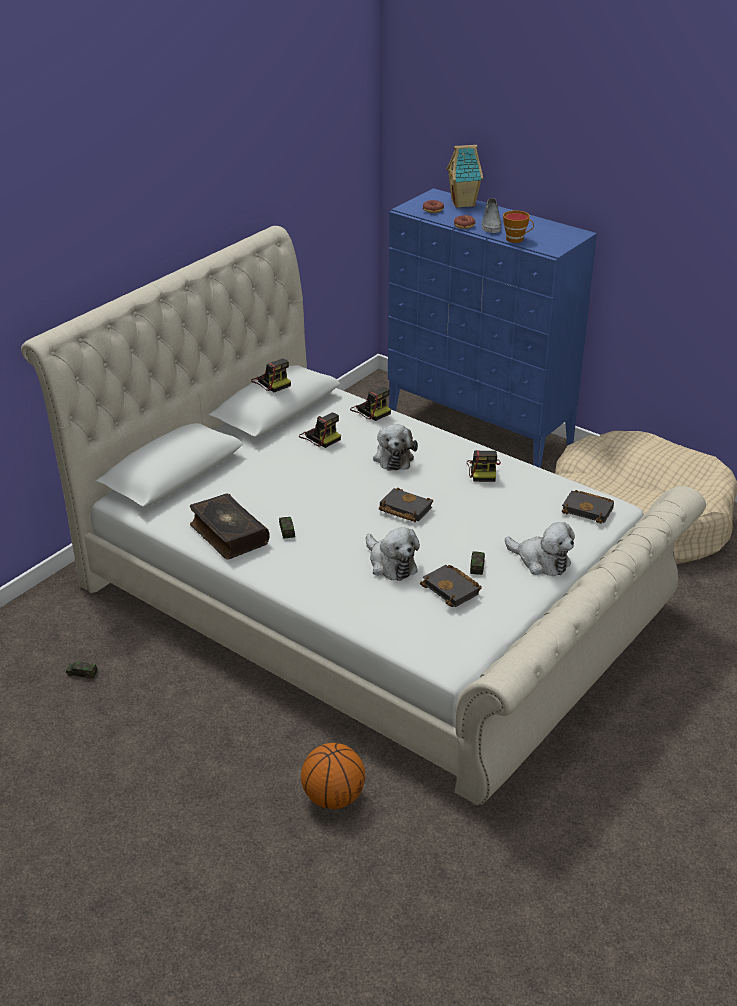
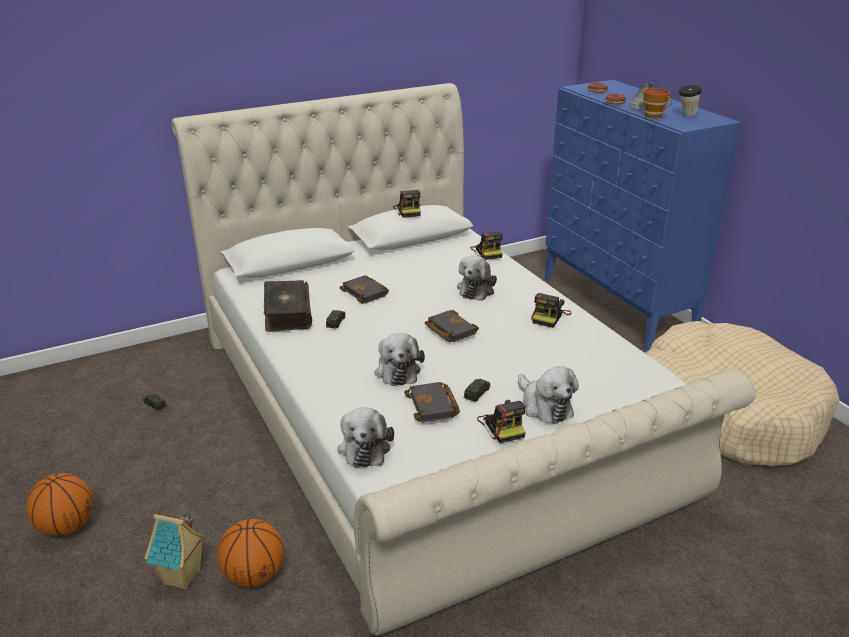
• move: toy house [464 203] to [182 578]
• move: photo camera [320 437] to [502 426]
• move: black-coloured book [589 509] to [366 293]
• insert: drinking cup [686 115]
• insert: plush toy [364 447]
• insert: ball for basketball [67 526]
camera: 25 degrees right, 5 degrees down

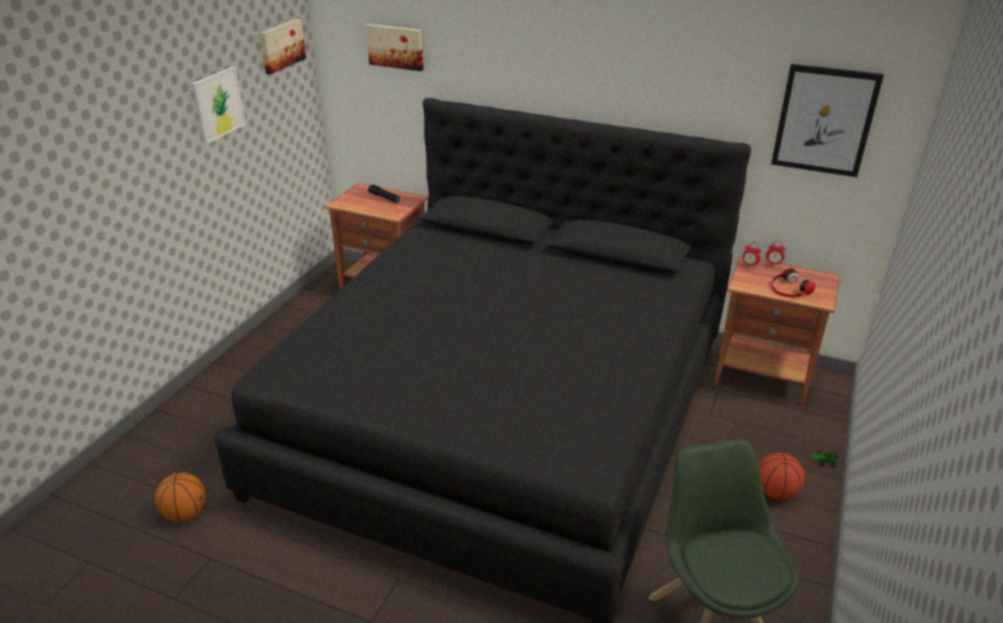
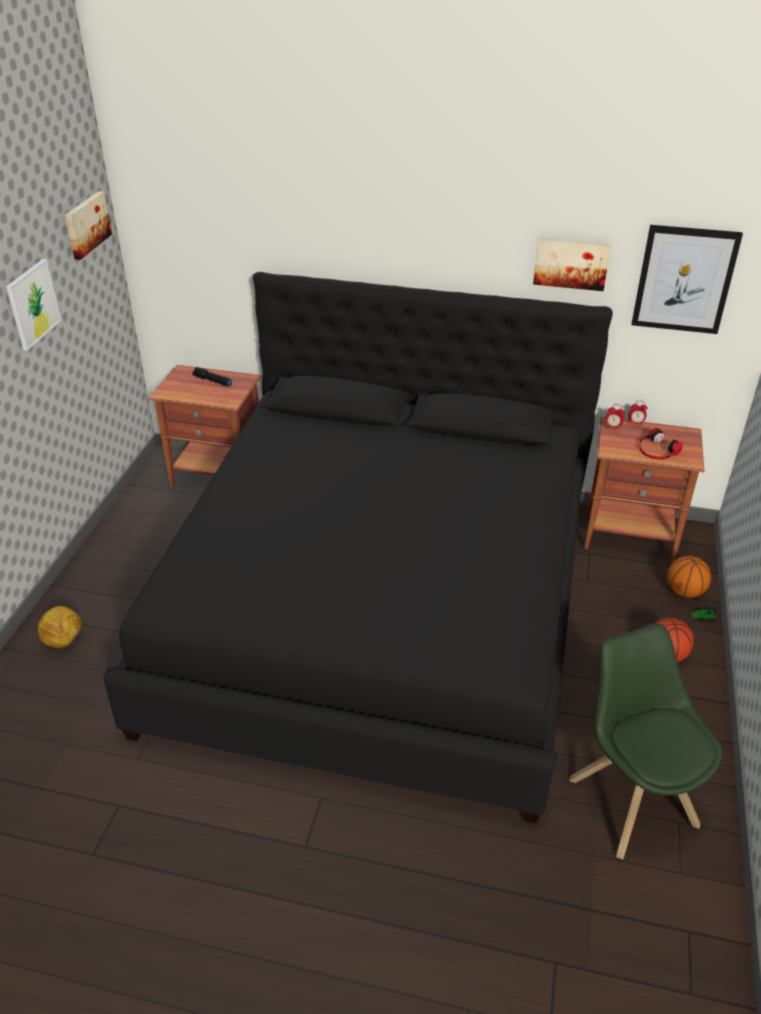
• move: wall picture [396 46] to [571 263]
• move: ball for basketball [185 513] to [684 592]
• insert: ball for football [64 641]
camera: 10 degrees left, 5 degrees up

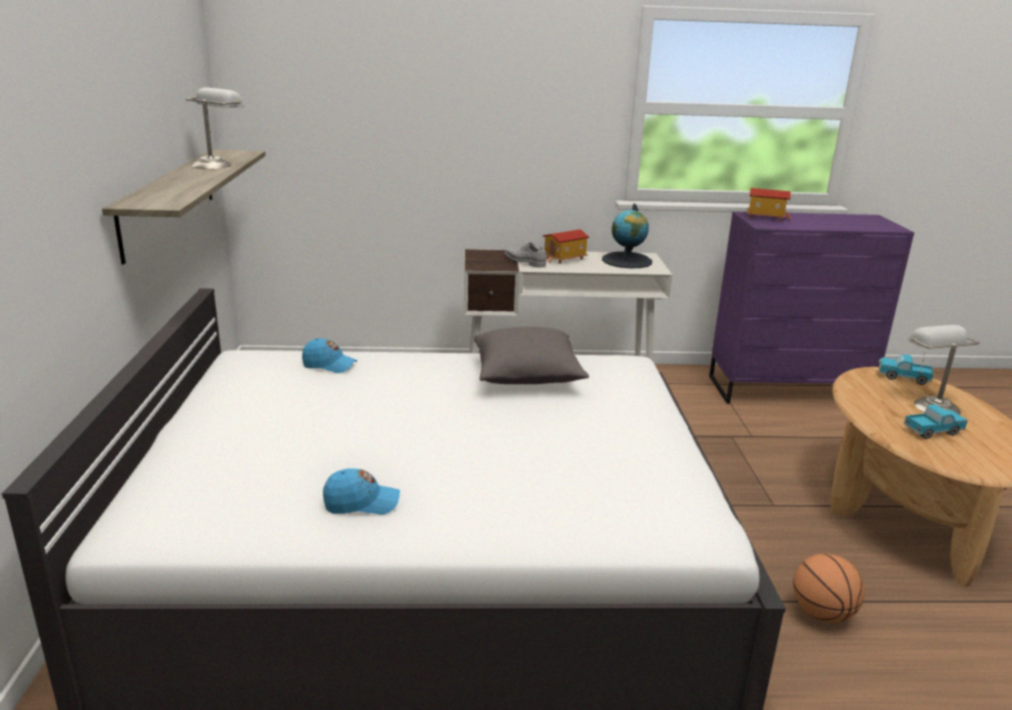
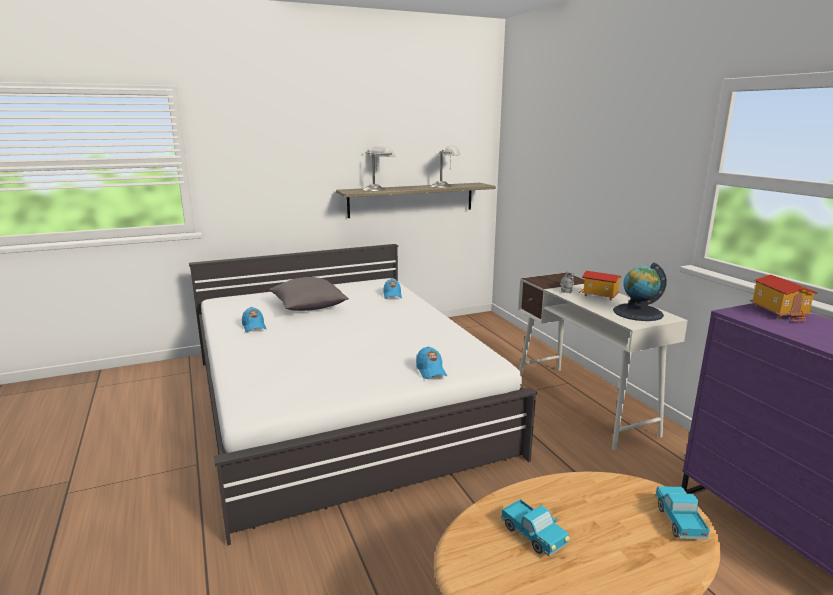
• move: white-coloured tabletop lamp [929 403] to [377 189]
• move: grey throw pillow [527 377] to [308 307]
• delete: ball for basketball [821 614]
• insert: blue-coloured baseball cap [431 371]
camera: 70 degrees right, 5 degrees down

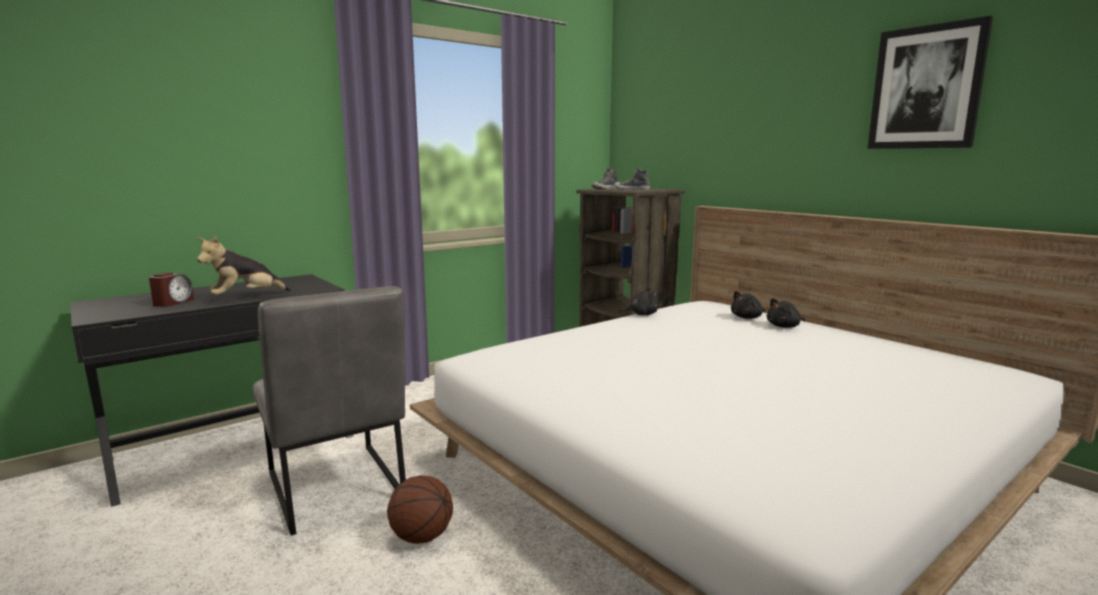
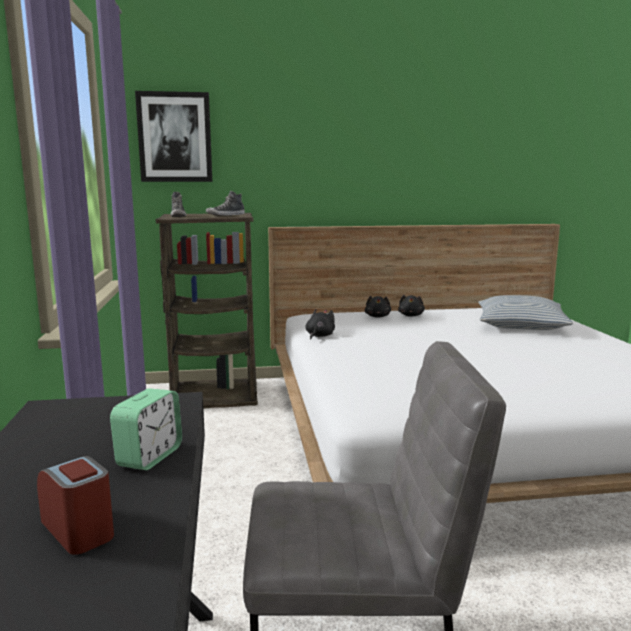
• move: wall picture [926 88] to [175 137]
• replace: plush toy [245 297] to bedside clock [149 457]
• delete: ball for basketball [421 536]
• insert: throw pillow [521 325]
camera: 60 degrees left, 0 degrees up

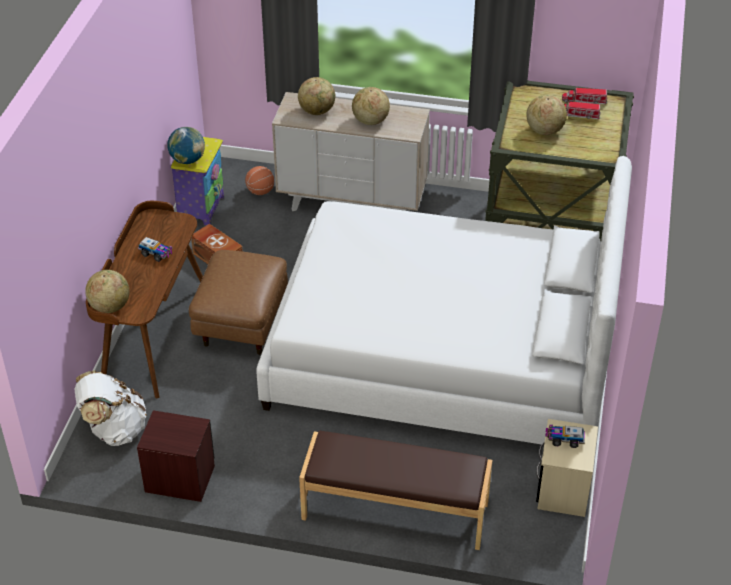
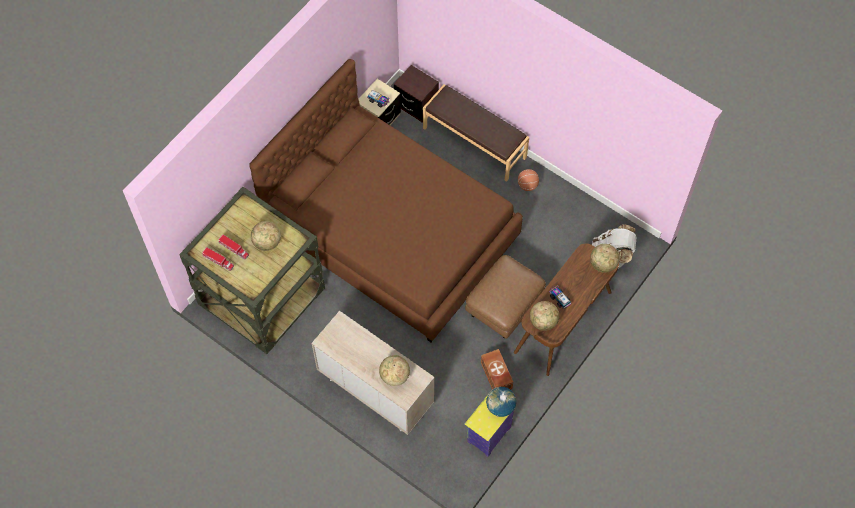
• move: world globe [370 121] to [543 322]
• recolor: white-coloured sleeping bed [442 355] to brownish sleeping bed [391 231]
• move: ball for basketball [260 191] to [527 185]
• move: brownish bedside table [180 478] to [416 105]
camera: 155 degrees left, 20 degrees up

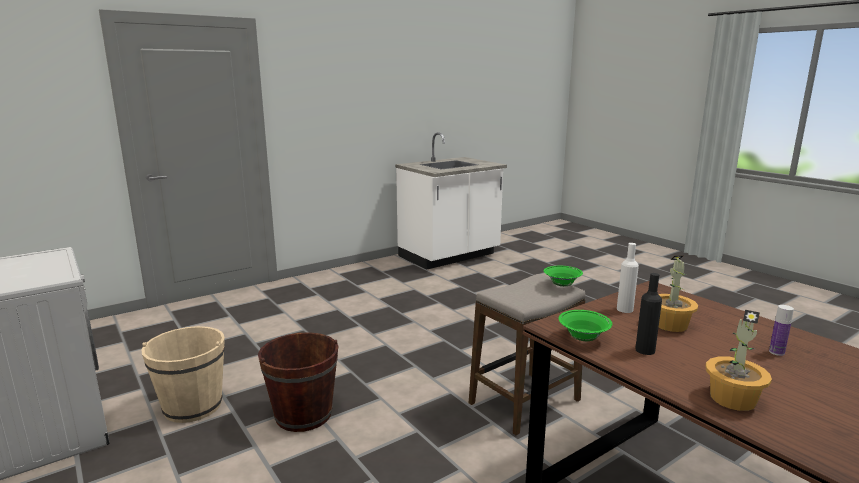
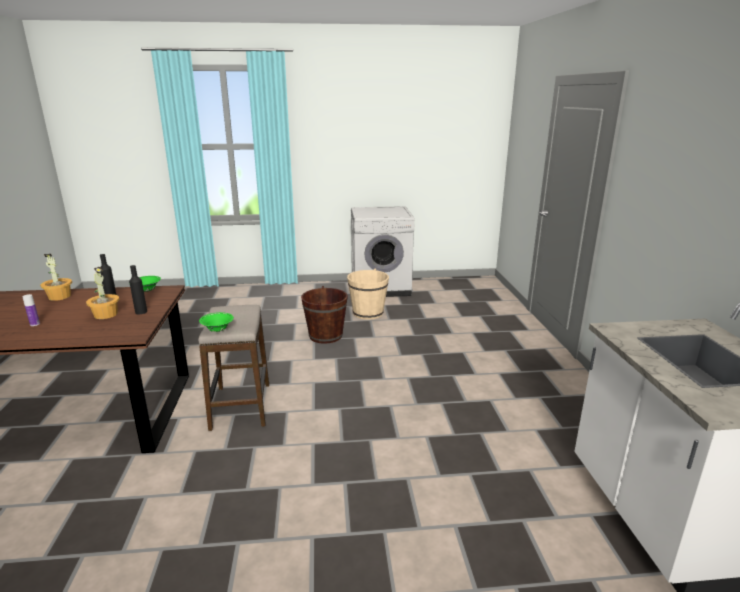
• recolor: white-coloured bottle [624 309] to black-coloured bottle [141 312]
camera: 120 degrees right, 5 degrees up

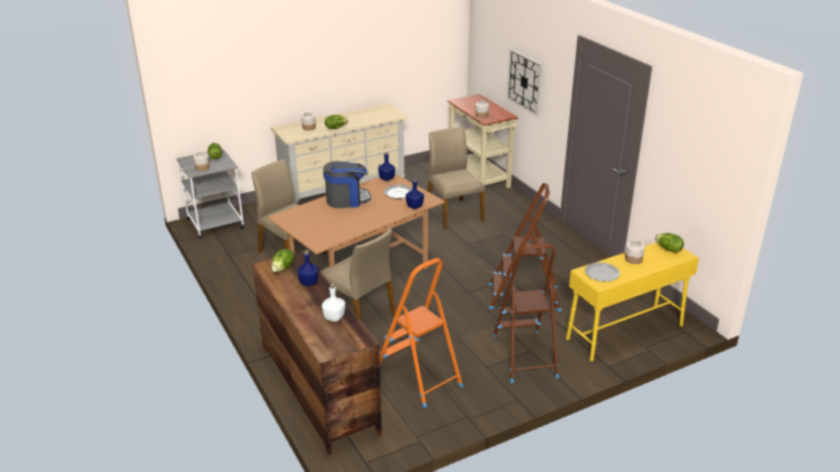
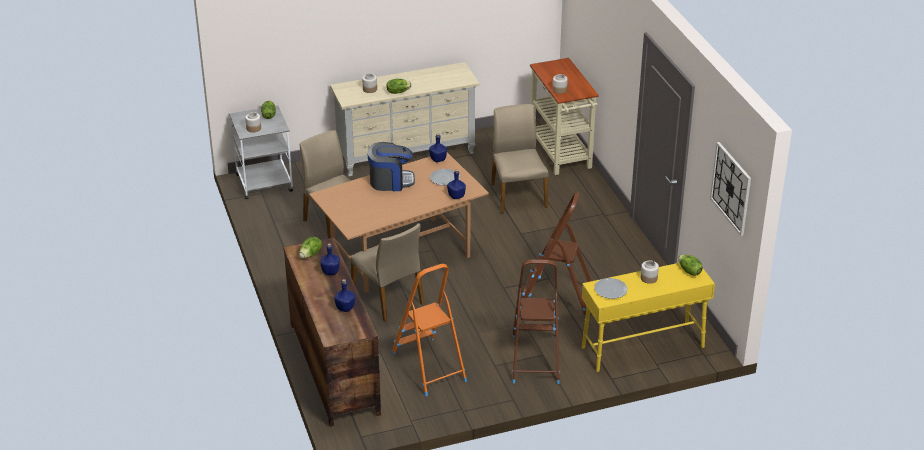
• move: hanging clock [525 82] to [731 188]
• recolor: white-coloured bottle [334 317] to blue-coloured bottle [345 308]
camera: 10 degrees right, 5 degrees up

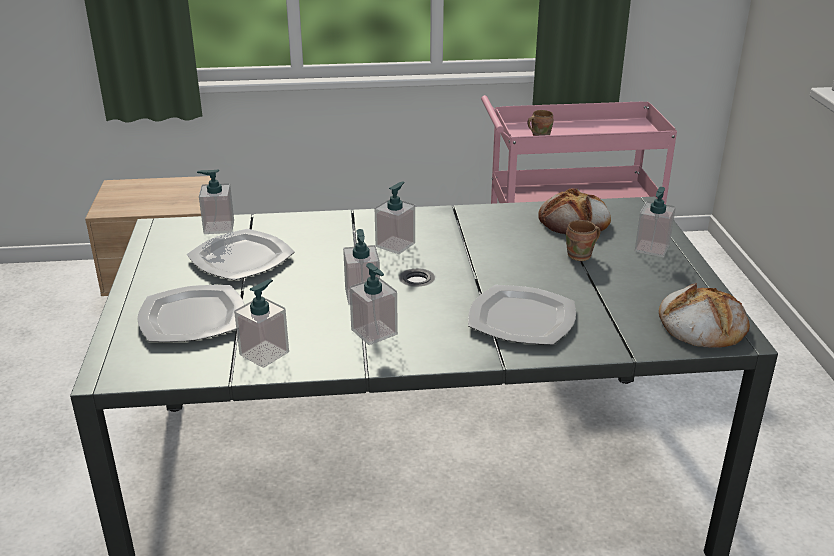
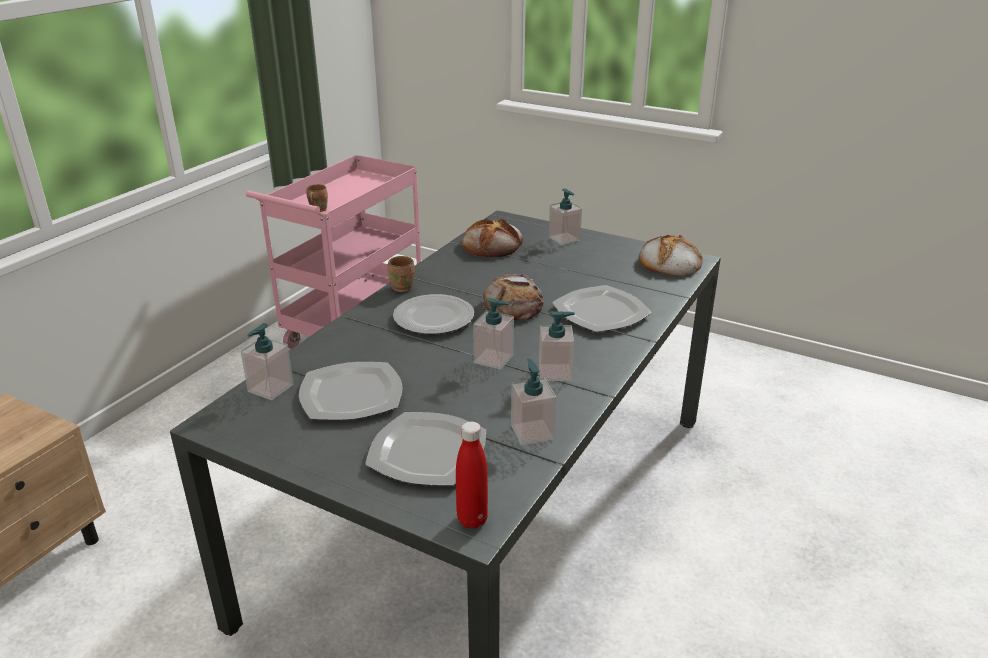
• replace: soap bottle [395 245] to plate [433 318]
• move: brownish tea mug [581 256] to [403 287]
• insert: bread [514 305]
• insert: reddish bottle [472 519]
camera: 55 degrees left, 0 degrees up

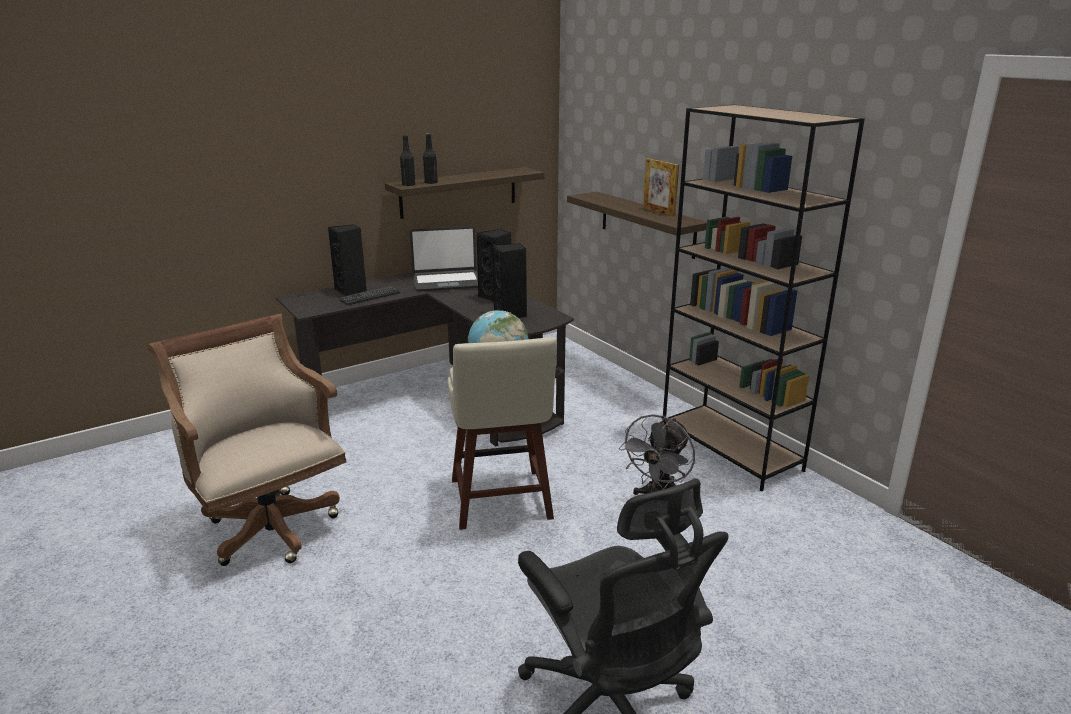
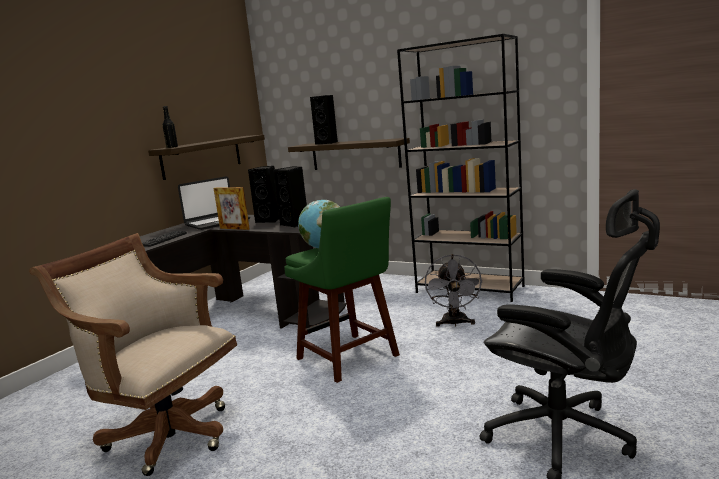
• delete: black-coloured bottle [431 183]
• move: photo frame [658 211] to [234 228]
• move: black-coloured audio speaker [351 291] to [328 143]
• recolor: beige-coloured stool [500 502] to green-coloured stool [349 358]
camera: 25 degrees left, 10 degrees down

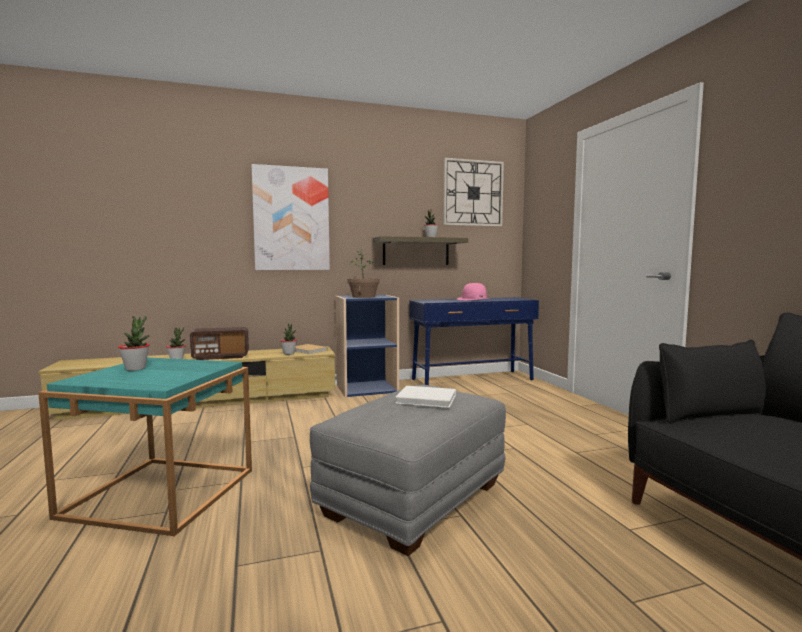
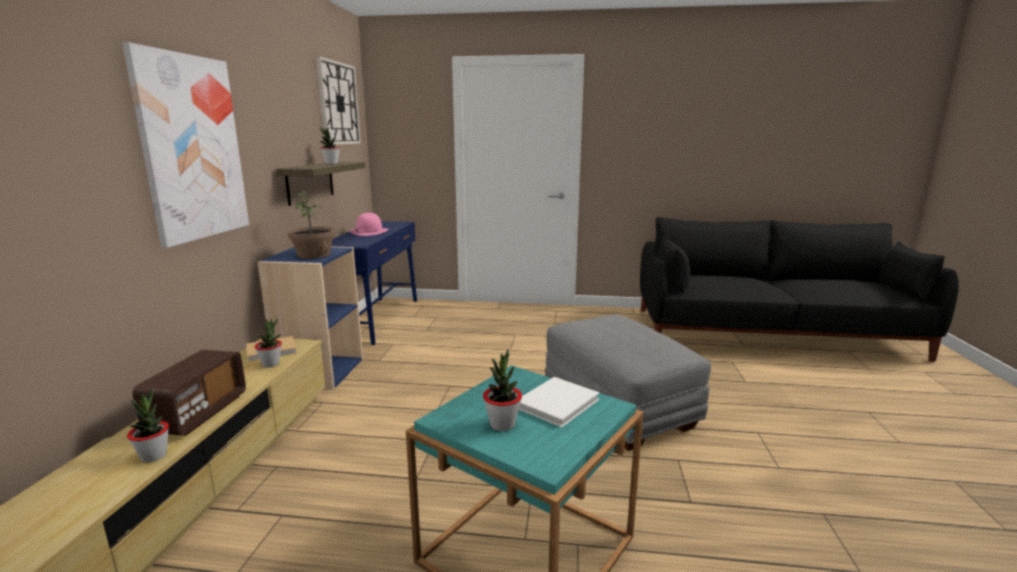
• move: white-coloured book [428 399] to [559 402]
camera: 65 degrees left, 10 degrees up

